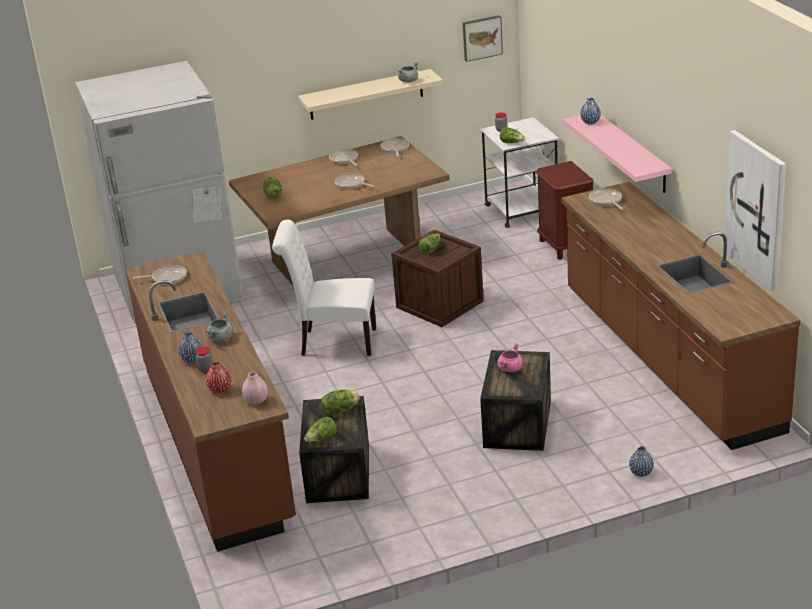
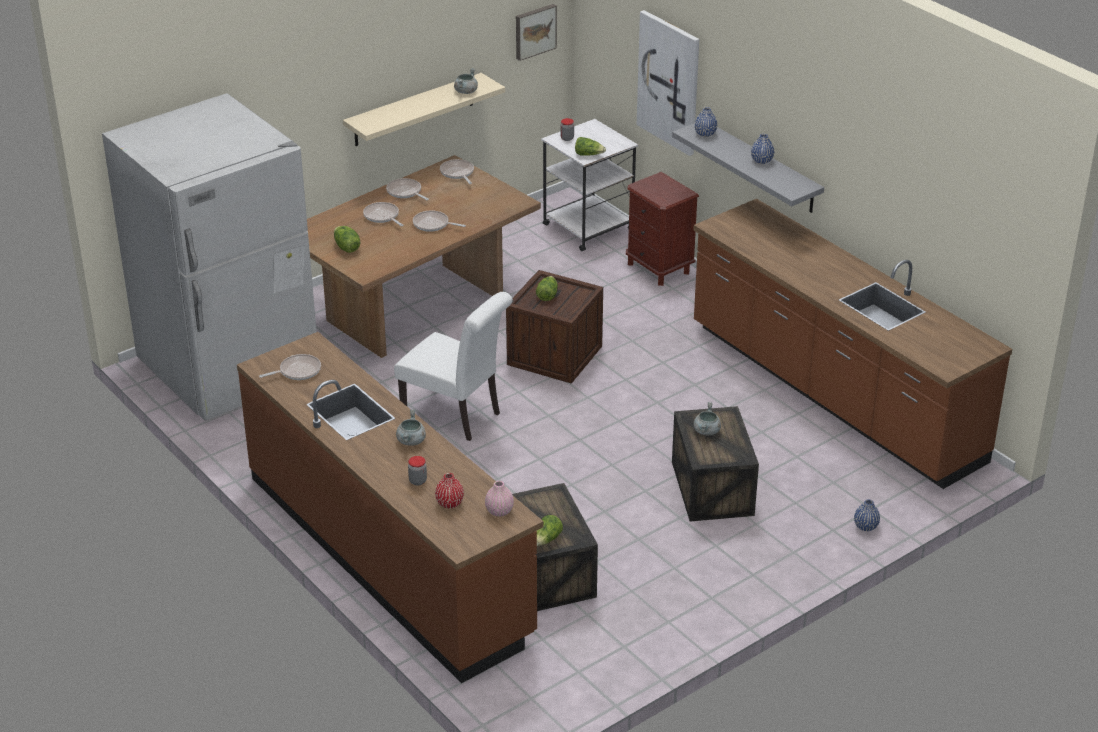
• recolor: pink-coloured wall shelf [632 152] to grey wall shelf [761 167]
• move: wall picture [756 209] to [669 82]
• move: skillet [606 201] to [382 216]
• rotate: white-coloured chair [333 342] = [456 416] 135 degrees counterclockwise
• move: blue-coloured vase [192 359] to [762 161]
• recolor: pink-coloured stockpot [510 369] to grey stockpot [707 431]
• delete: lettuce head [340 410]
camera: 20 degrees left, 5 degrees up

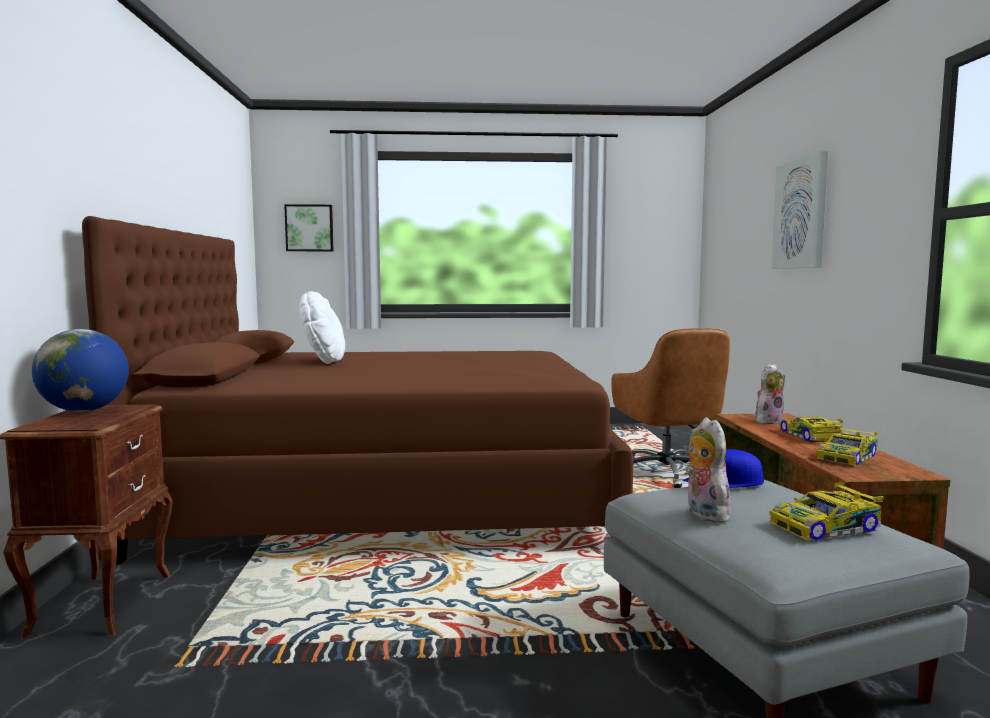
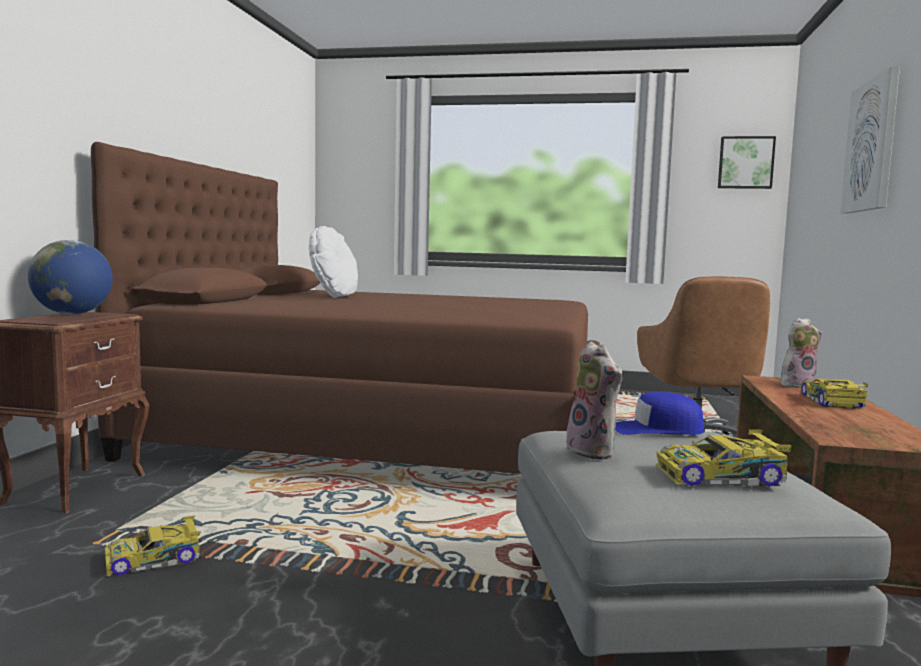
• move: wall picture [309 228] to [745 162]
• rotate: plush toy [703 514] = [594 452] 150 degrees clockwise
• move: miniature car [848 456] to [155 559]
camera: 15 degrees right, 0 degrees up

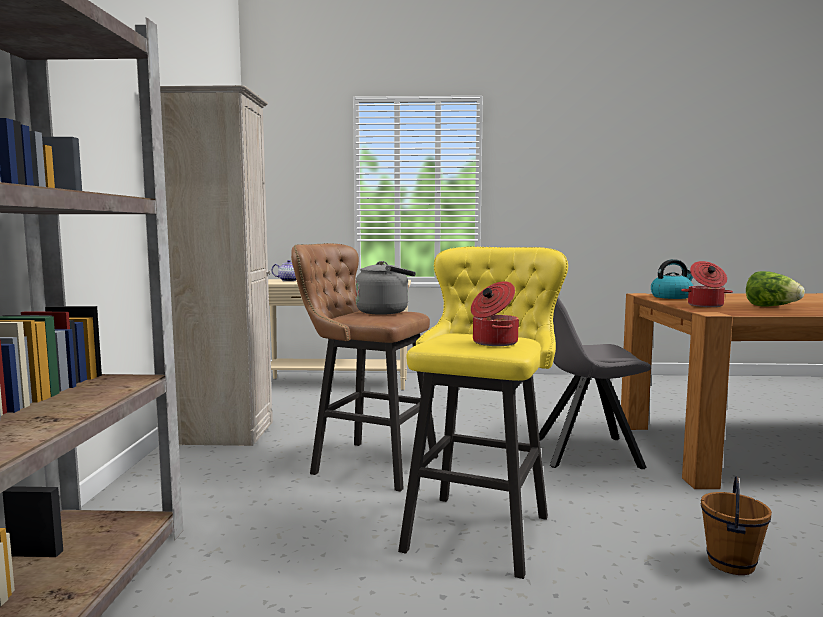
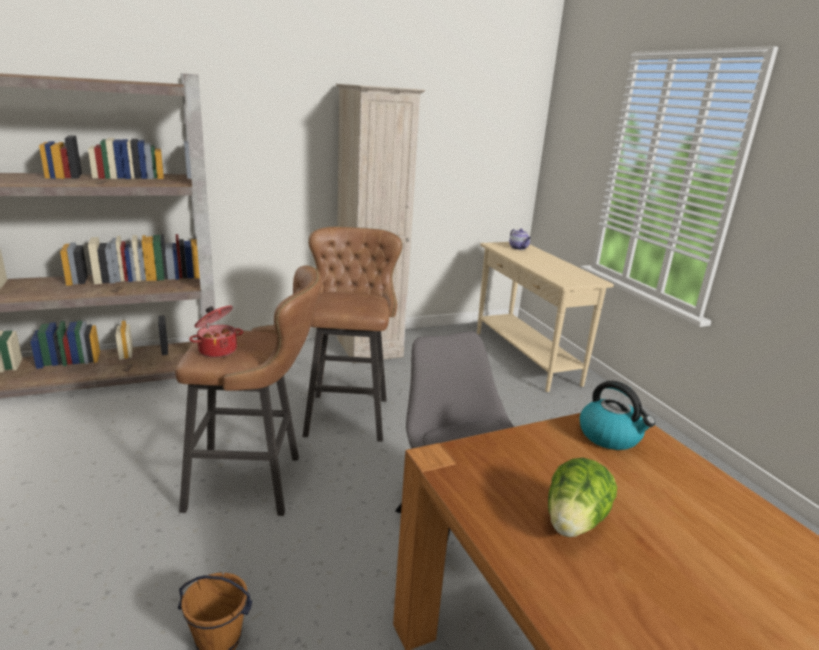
• recolor: yellow stool [483 524] to brownish stool [259 483]
• delete: grey water kettle [386 312]
• delete: stockpot [705 305]
camera: 65 degrees right, 15 degrees up

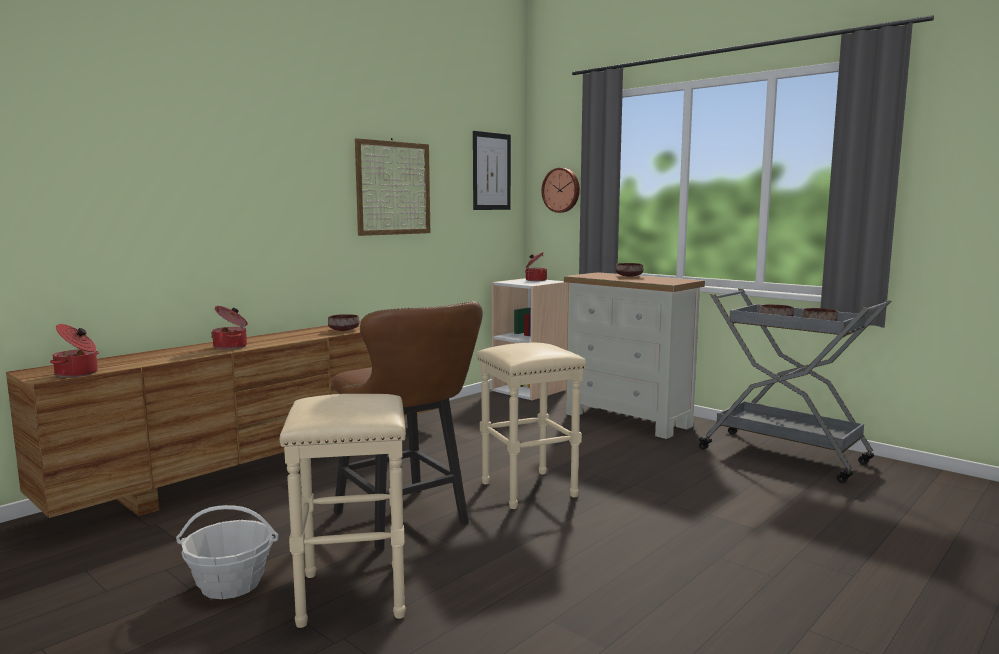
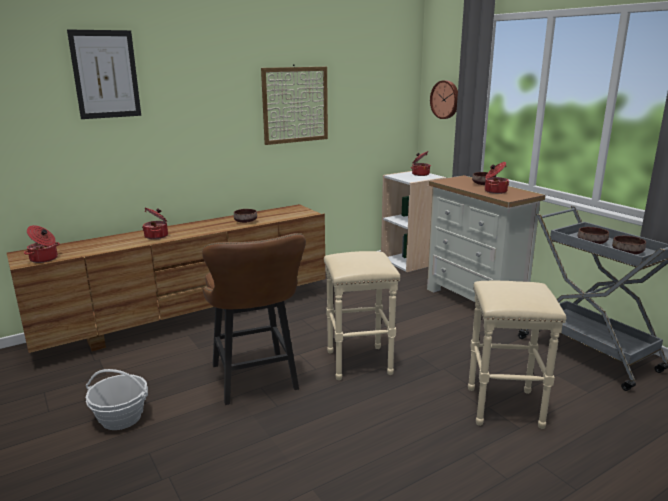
• move: wall picture [491 171] to [105 74]
• move: beige-coloured stool [355 595] to [506 408]
• insert: stockpot [494 191]
camera: 15 degrees right, 10 degrees up

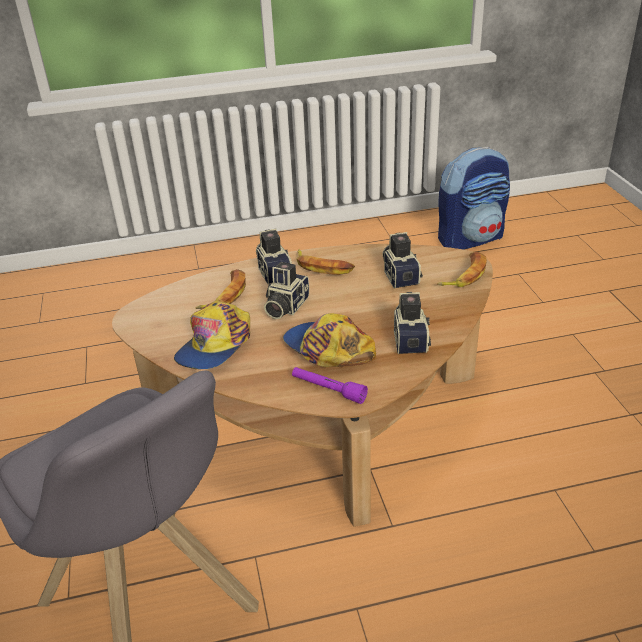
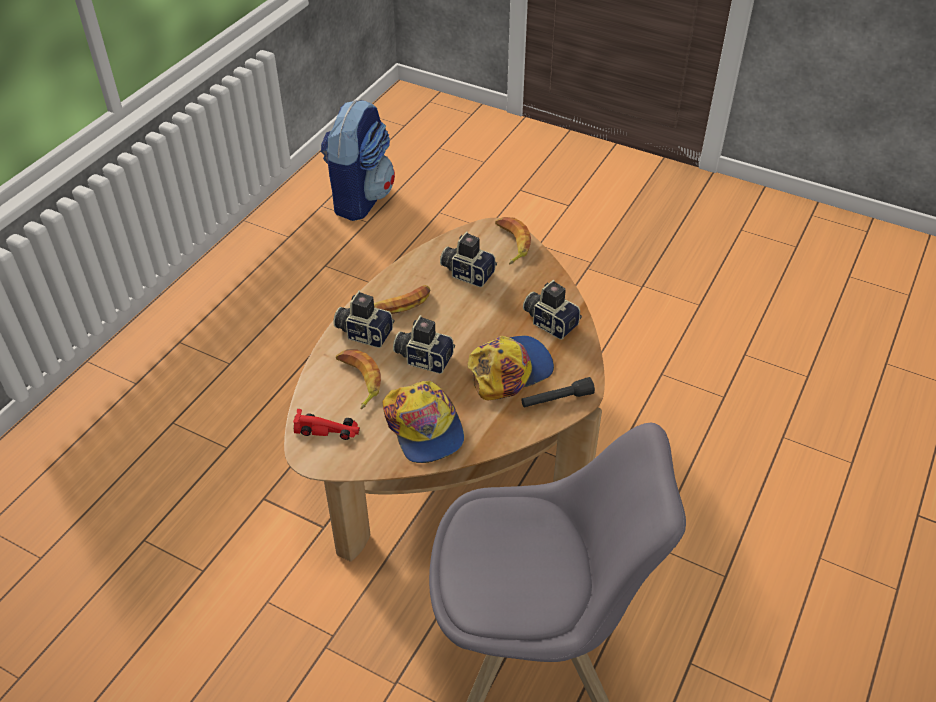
• rotate: photo camera [285 306] = [424 357] 135 degrees clockwise
• rotate: baseball cap [327 349] = [509 370] 150 degrees clockwise
• recolor: purplish torch [328 390] to black-coloured torch [556 399]
• insert: reddish miniature car [327 430]
camera: 50 degrees left, 10 degrees up

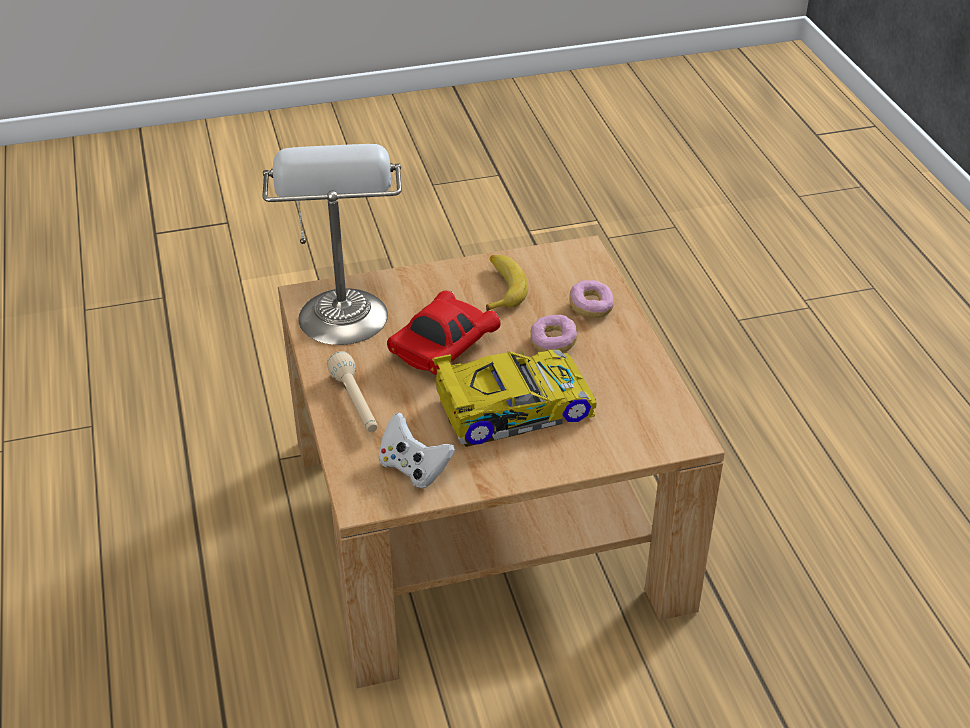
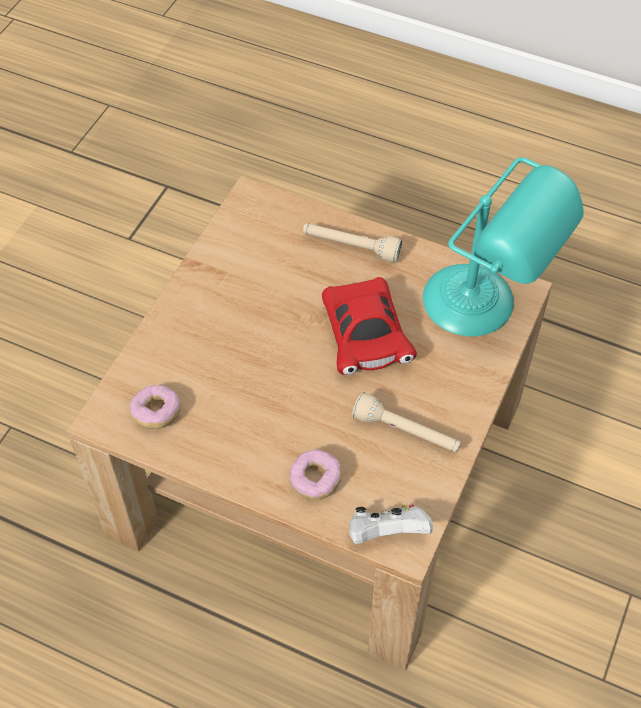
• recolor: white-coloured tabletop lamp [340 304] to turquoise-coloured tabletop lamp [486 307]
• replace: banana [501 288] to beige-coloured torch [406 432]
• move: doughnut [553 342] to [156 413]
• delete: miniature car [511 408]
• move: white-coloured game controller [414 468] to [387 533]
camera: 130 degrees right, 15 degrees up

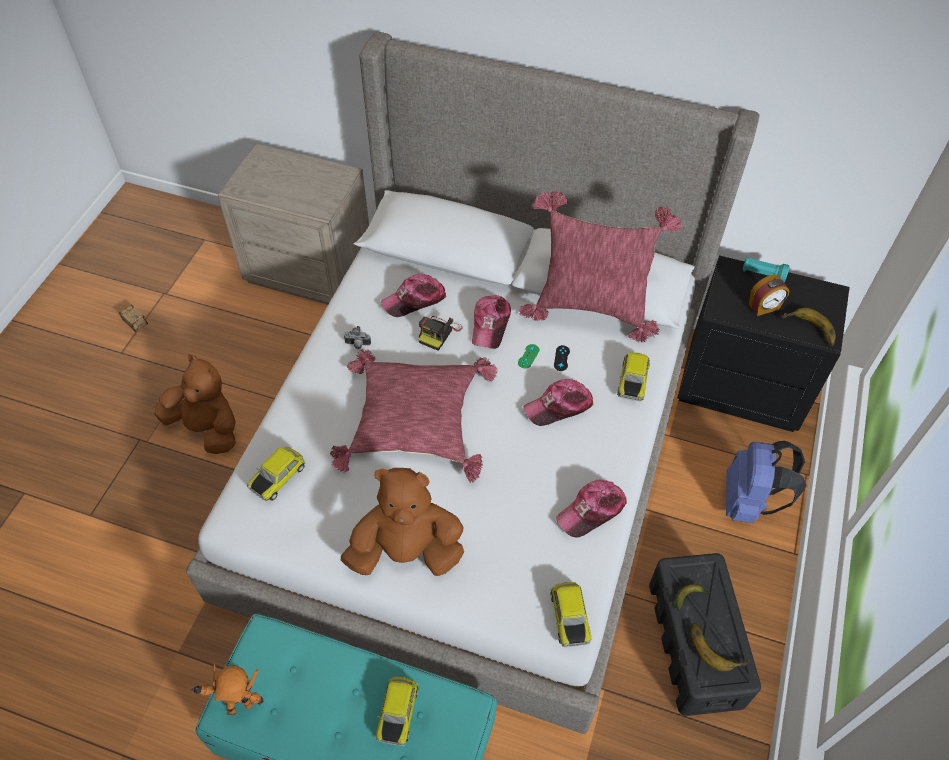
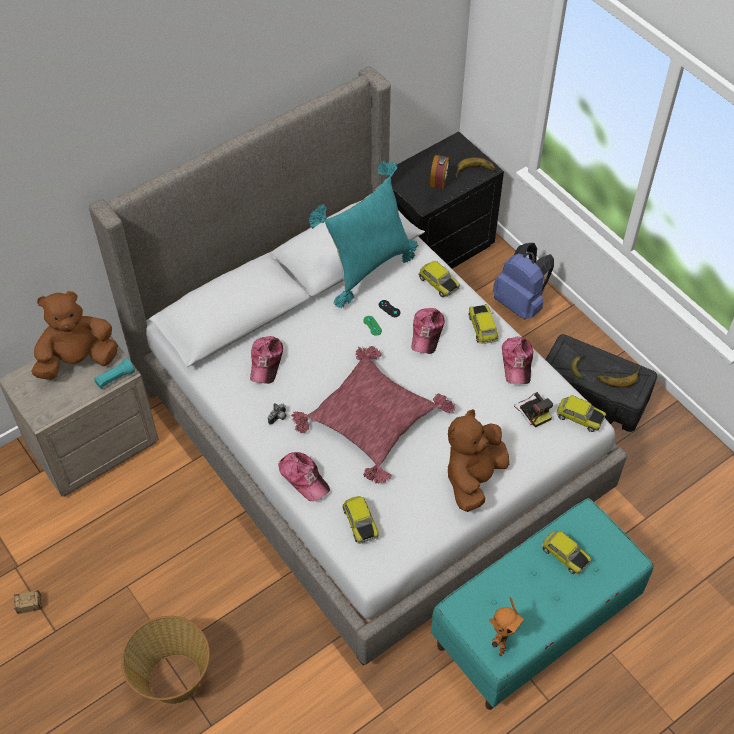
• recolor: reddish throw pillow [589 313] to turquoise-coloured throw pillow [365 271]
• move: turquoise-coloured torch [762 274] to [115 378]
• move: baseball cap [490 325] to [303 478]
• move: photo camera [439 333] to [533 410]
• move: brownish plush toy [207 428] to [77 360]
• insert: miniature car [483 328]
• insert: household basket [173 679]
camera: 55 degrees left, 0 degrees up

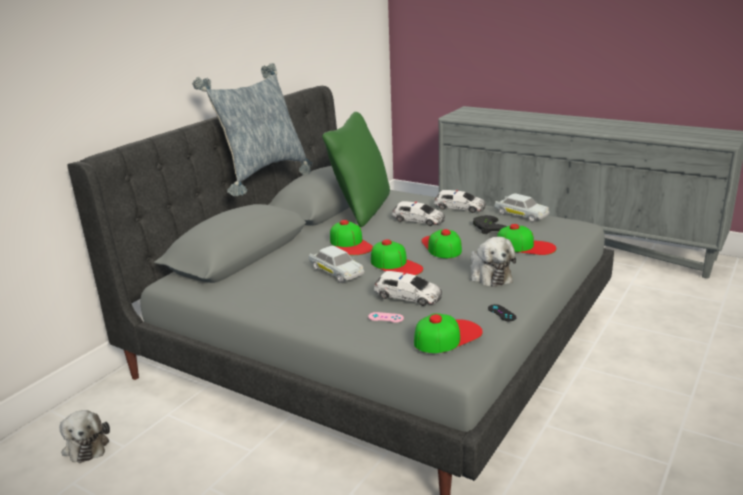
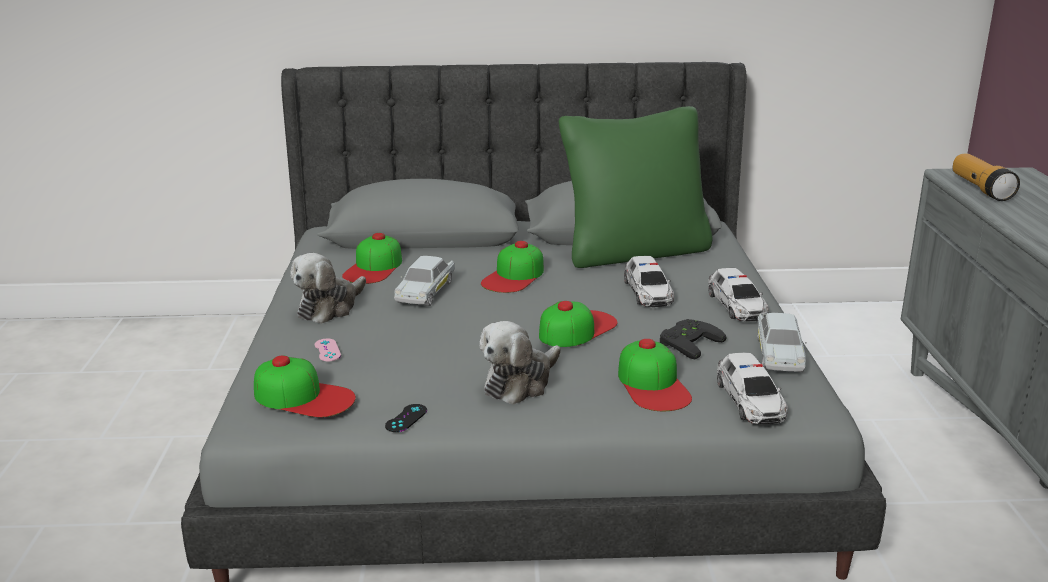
• delete: throw pillow [261 183]
• move: baseball cap [396 265] to [374 268]
• move: miniature car [408 296] to [750 400]
• move: plush toy [86 445] to [329 307]
• insert: torch [980 189]
camera: 55 degrees right, 0 degrees up

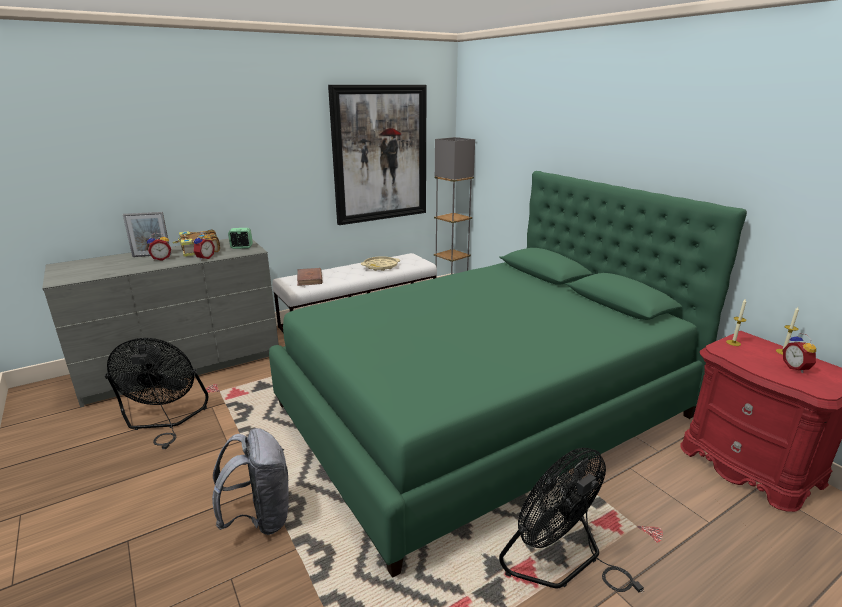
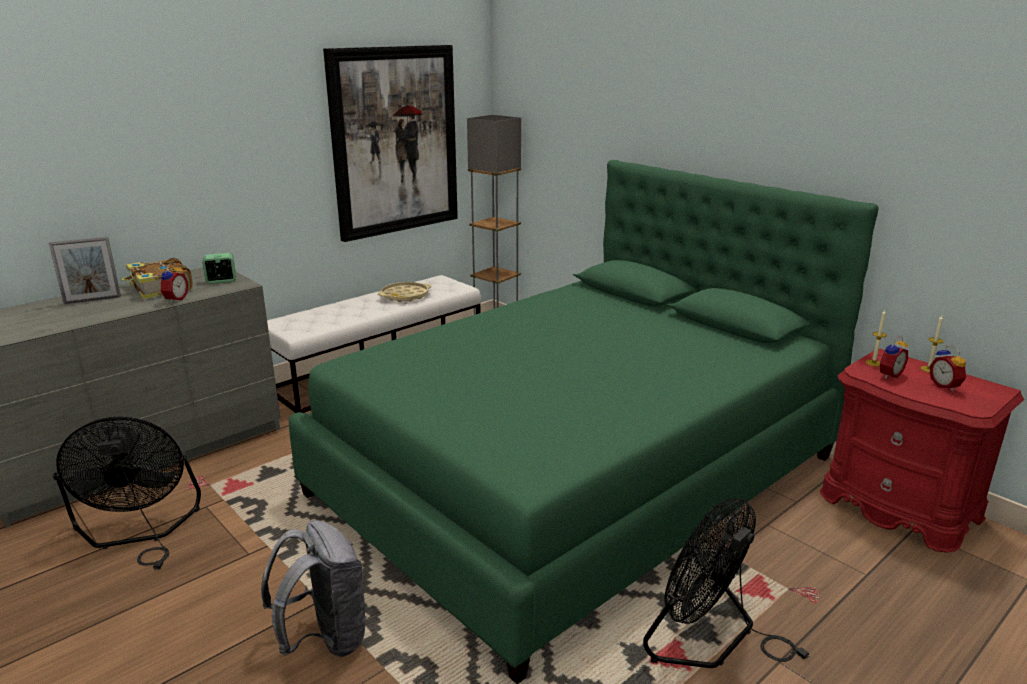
• move: bedside clock [161 259] to [888 375]
• delete: brownish book [309 279]
camera: 10 degrees left, 0 degrees up

